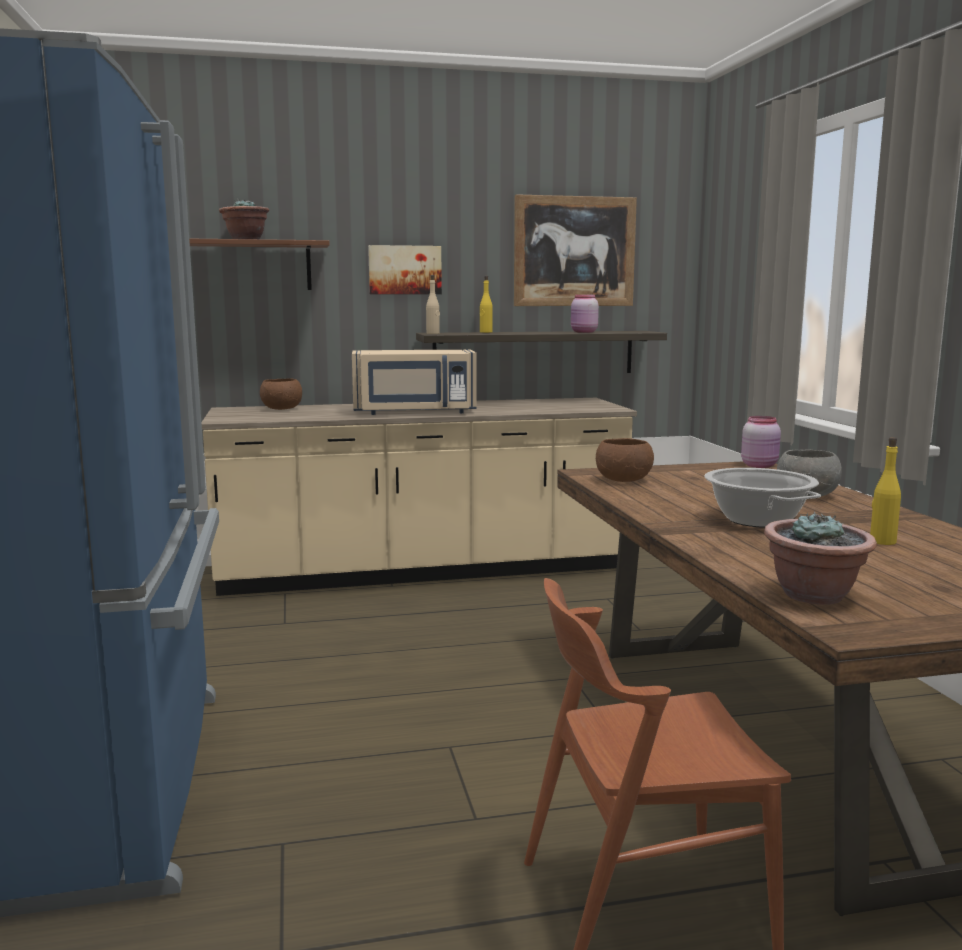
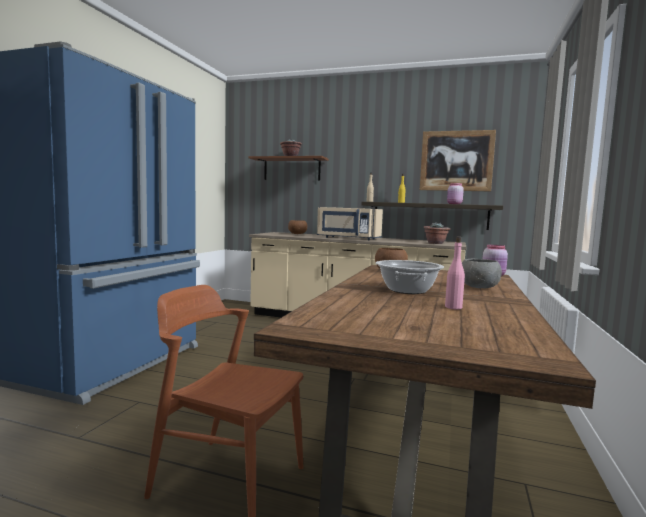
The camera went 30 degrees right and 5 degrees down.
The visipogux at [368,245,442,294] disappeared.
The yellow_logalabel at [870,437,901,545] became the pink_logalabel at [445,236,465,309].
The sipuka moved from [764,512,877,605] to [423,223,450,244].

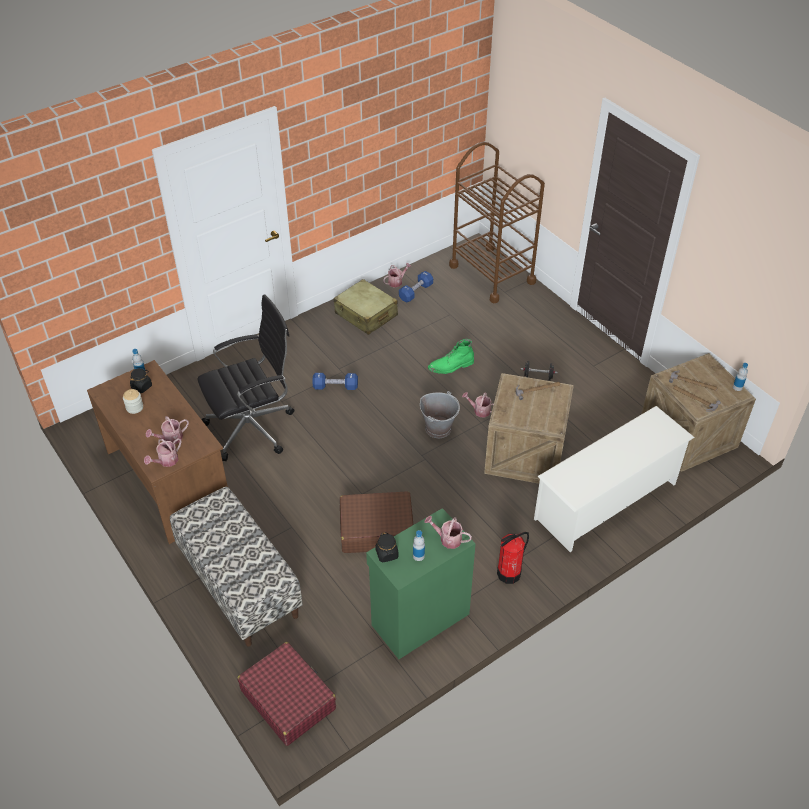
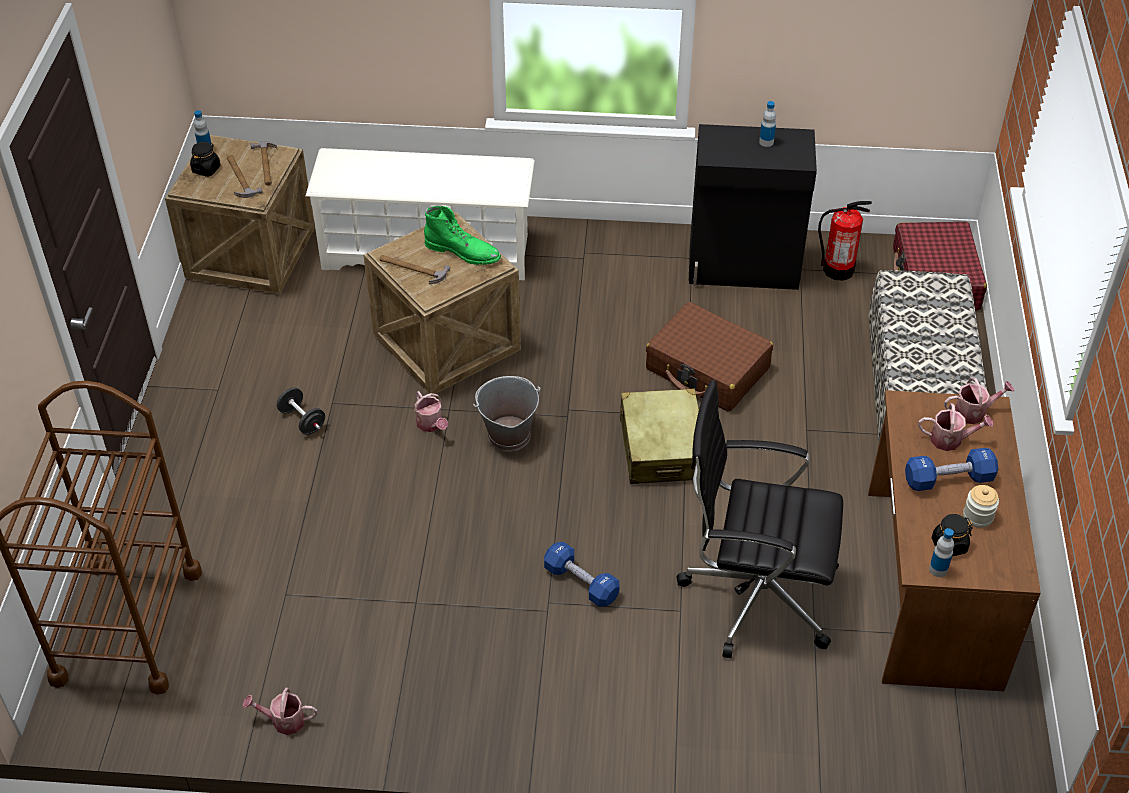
The camera went 140 degrees left and 0 degrees up.
The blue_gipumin moved from [399,271,433,302] to [905,448,998,491].
The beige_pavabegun moved from [334,279,398,335] to [620,389,699,484].
The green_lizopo moved from [428,339,474,374] to [424,206,501,265].
The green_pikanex at [366,508,476,659] became the black_pikanex at [689,124,817,290].
The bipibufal at [424,516,472,549] disappeared.
The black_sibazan moved from [375,532,399,563] to [190,141,221,177].
The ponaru moved from [497,532,529,584] to [818,201,872,281].

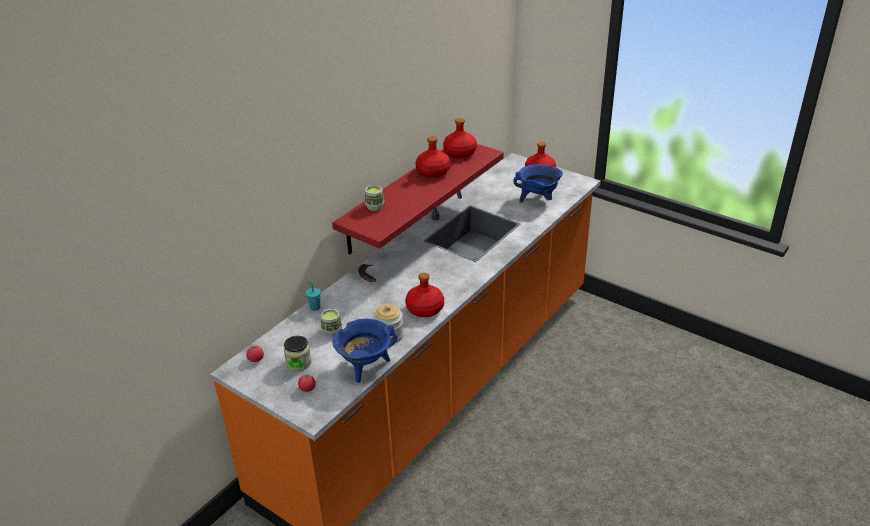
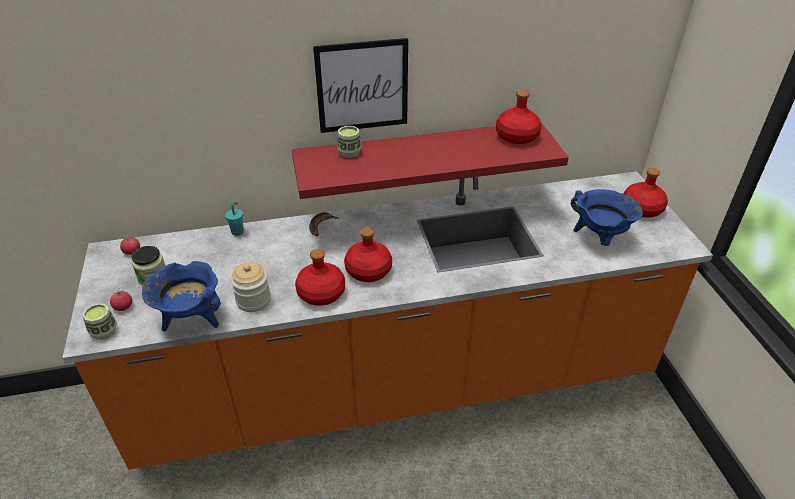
The camera went 40 degrees right and 5 degrees up.
The red_logalabel moved from [416,136,451,178] to [344,227,392,282].
The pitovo moved from [321,309,342,336] to [82,303,117,340].
The visipogux at [313,38,408,133] appeared.

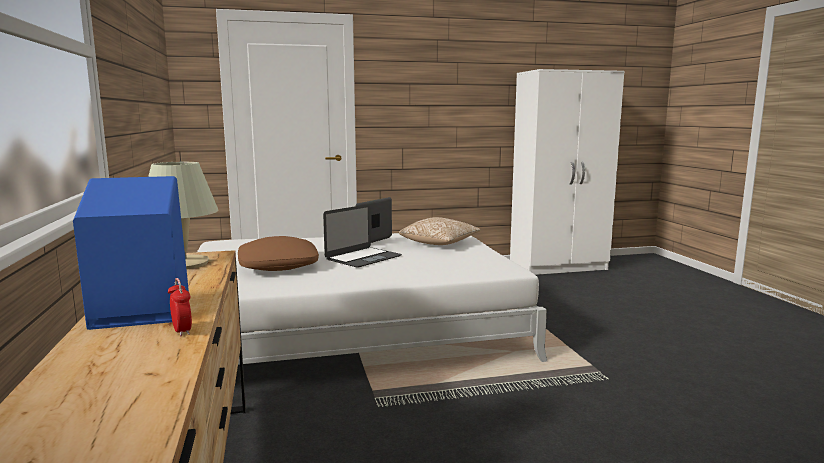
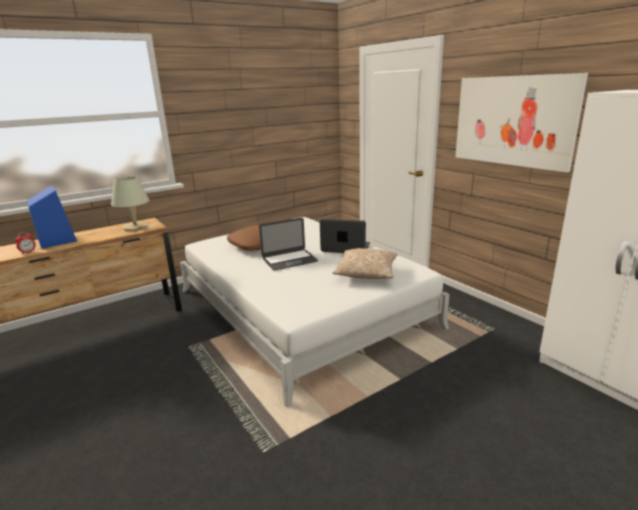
The camera went 70 degrees right and 10 degrees up.
The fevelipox at [323,204,402,268] turned 45 degrees counterclockwise.
The visipogux at [455,73,588,172] appeared.

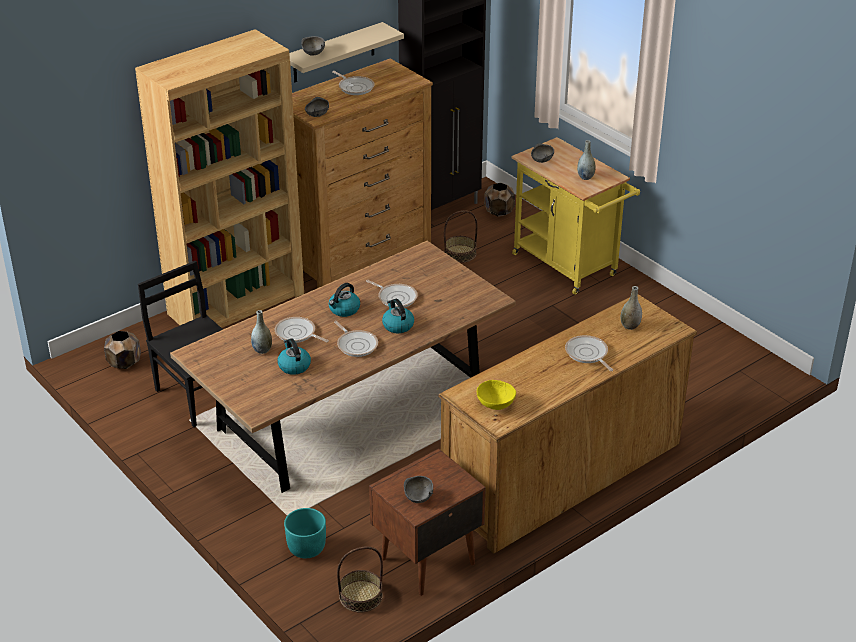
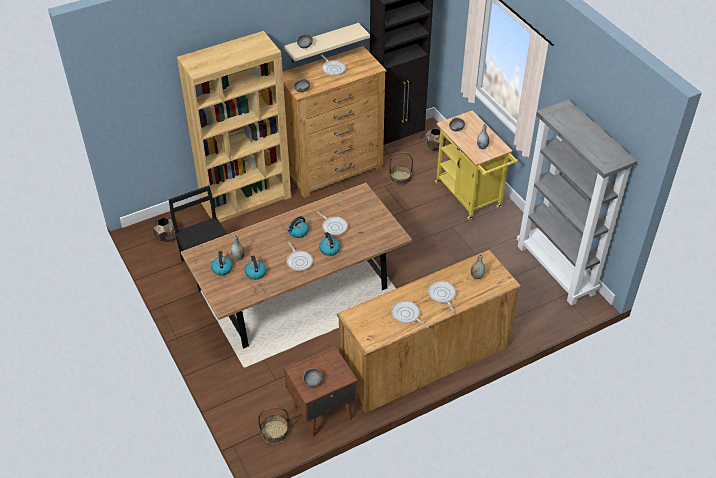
The camera went 10 degrees right and 10 degrees up.
The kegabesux moved from [275,317,329,343] to [391,300,429,328].
The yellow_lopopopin at [477,380,516,410] disappeared.
The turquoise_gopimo at [284,508,326,558] disappeared.
The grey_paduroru at [517,99,638,306] appeared.
The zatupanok at [211,251,233,275] appeared.

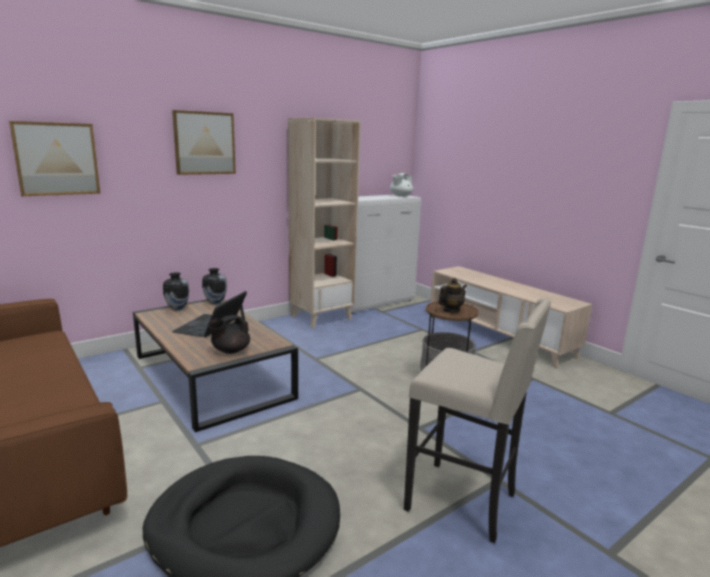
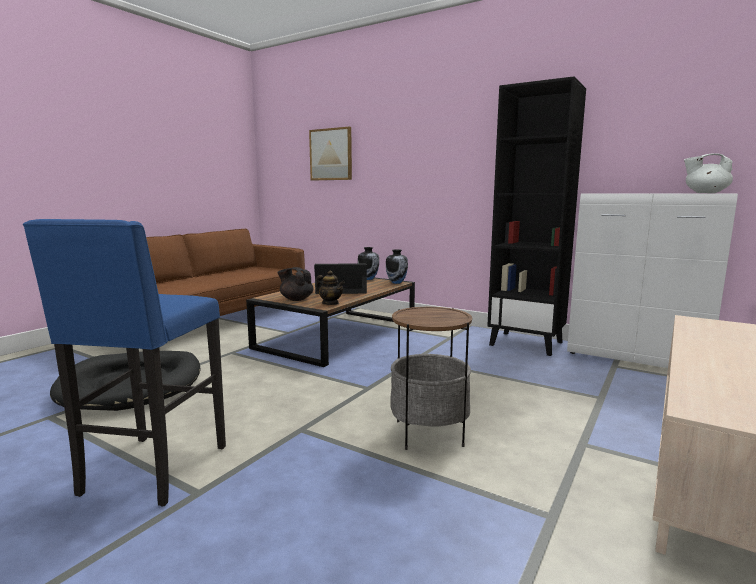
The camera went 70 degrees right and 5 degrees down.
The visipogux at [172,110,236,175] disappeared.
The beige_paduroru at [288,118,361,329] became the black_paduroru at [487,76,586,356].
The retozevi moved from [438,278,467,313] to [316,270,345,305].
The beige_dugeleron at [404,298,552,544] became the blue_dugeleron at [23,219,226,507].

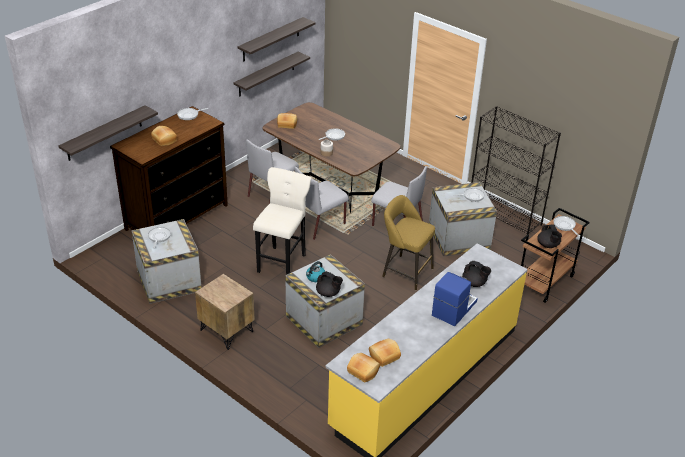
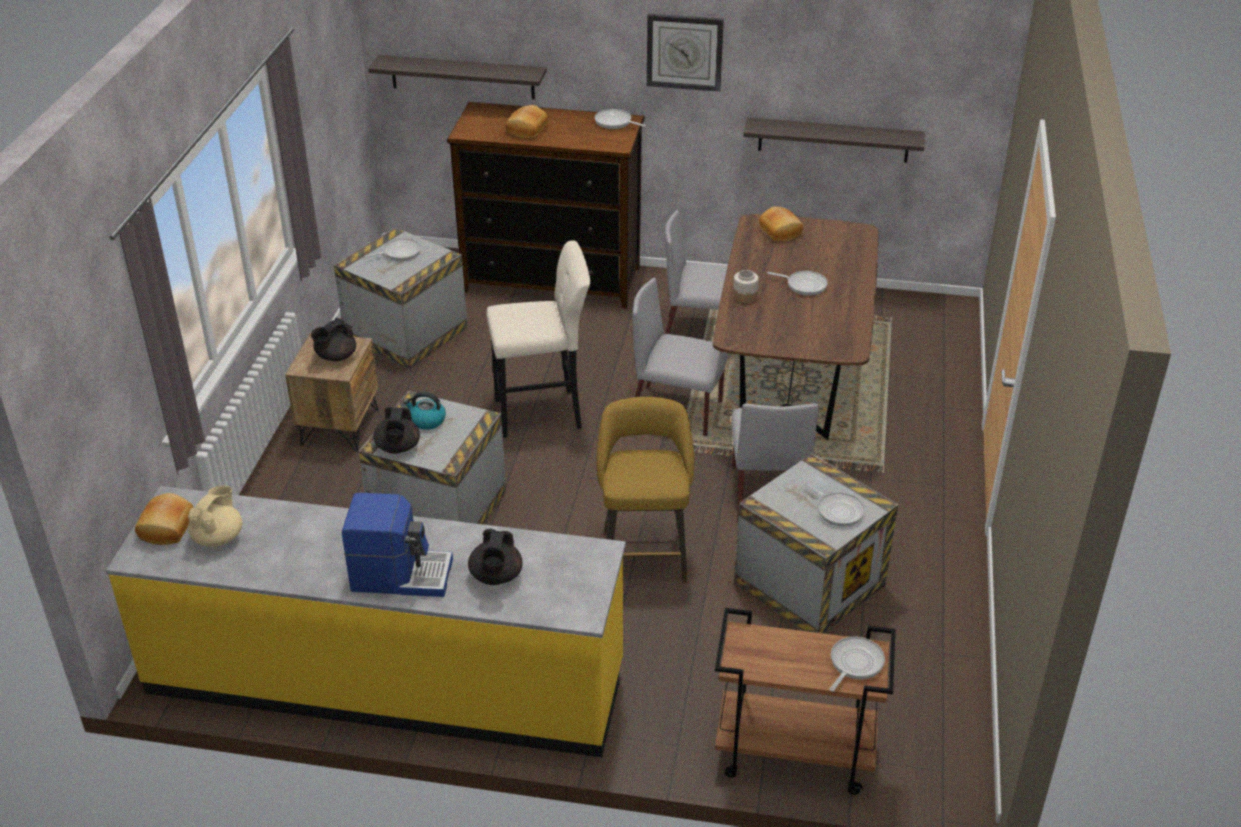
The camera went 60 degrees right and 0 degrees up.
The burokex at [238,17,315,61] disappeared.
The black_paduroru at [471,106,561,235] disappeared.
The black_retozevi moved from [537,224,562,248] to [311,318,356,361].
The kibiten at [369,339,401,367] was replaced by the beige_retozevi at [188,486,242,547].
The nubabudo at [647,14,724,92] appeared.

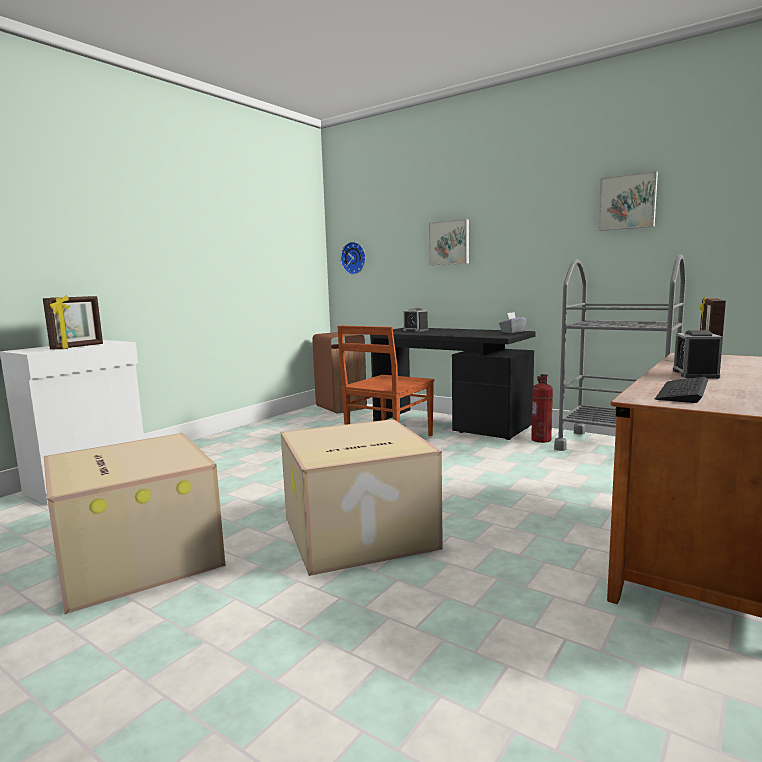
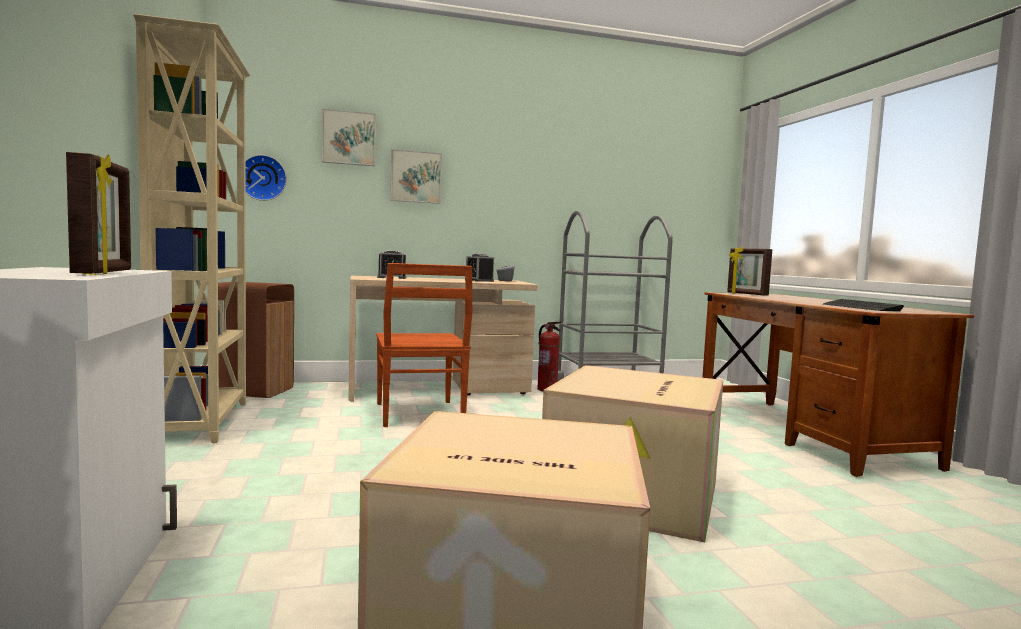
The camera went 50 degrees left and 5 degrees down.
The visipogux moved from [598,171,658,231] to [322,109,376,166].
The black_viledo at [370,328,536,440] became the beige_viledo at [348,276,538,401].
The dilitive moved from [673,330,723,379] to [466,254,494,282].
The beige_paduroru at [133,14,250,443] appeared.

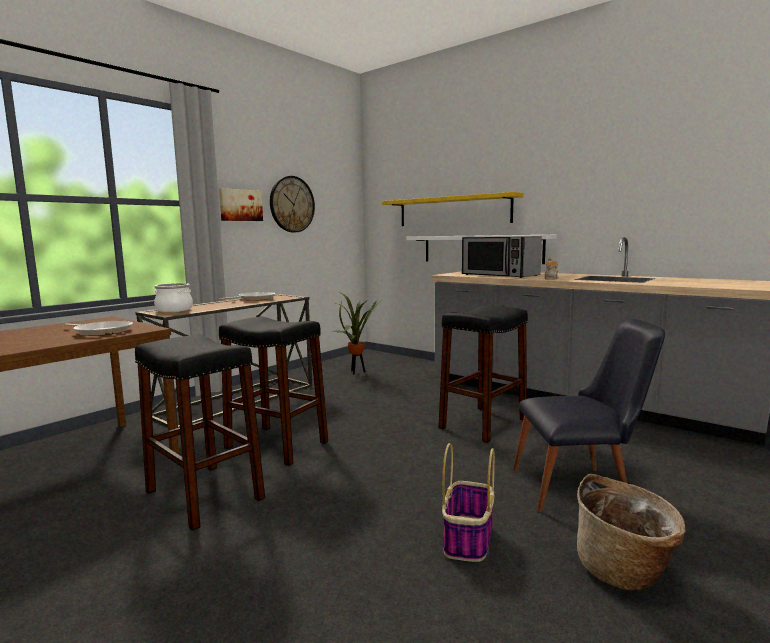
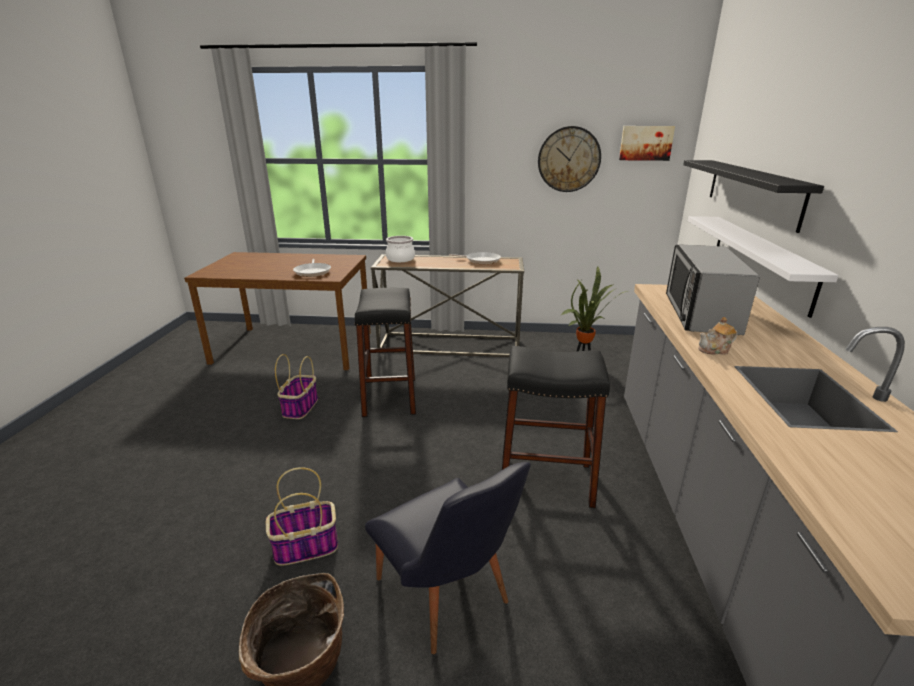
The camera went 55 degrees right and 15 degrees up.
The visipogux moved from [219,188,263,221] to [619,126,675,161].
The yellow_burokex at [382,192,524,226] became the black_burokex at [683,160,824,233].
The black_dugeleron at [135,335,265,531] was replaced by the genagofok at [275,354,318,419].

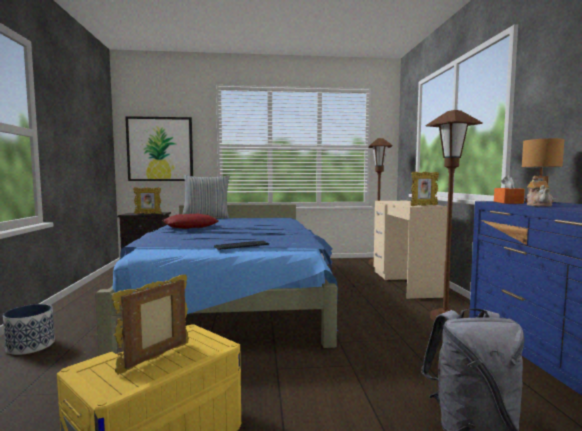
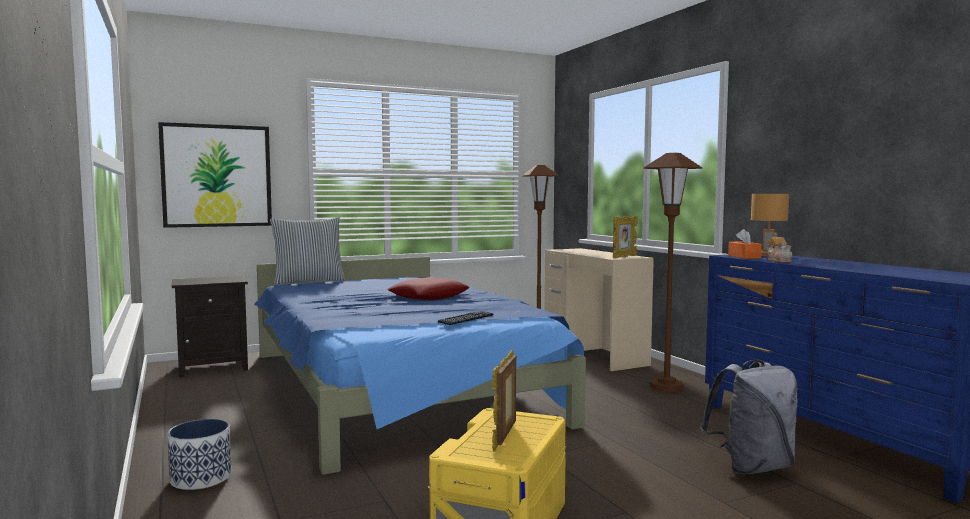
The camera went 20 degrees left and 0 degrees up.
The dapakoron at [133,187,162,214] disappeared.
The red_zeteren moved from [162,214,218,229] to [387,277,469,300].

